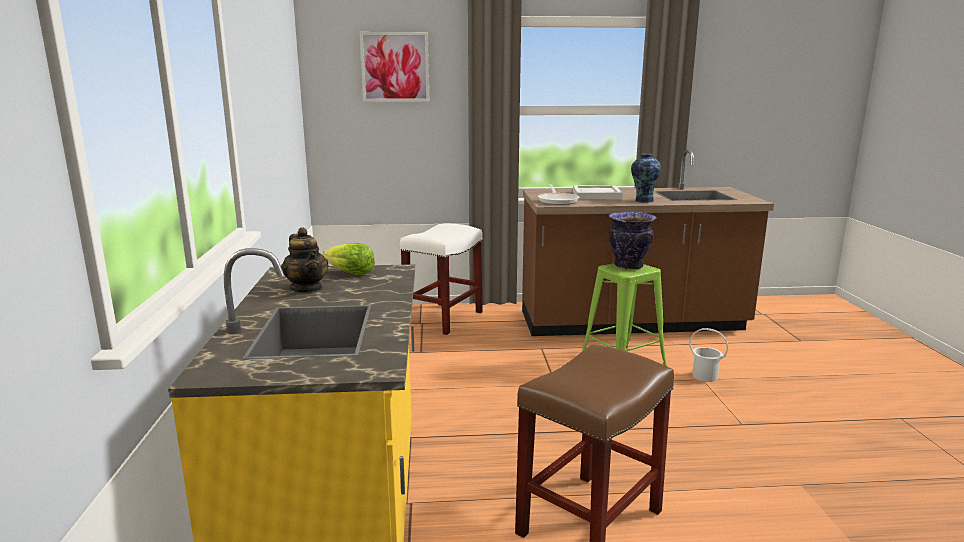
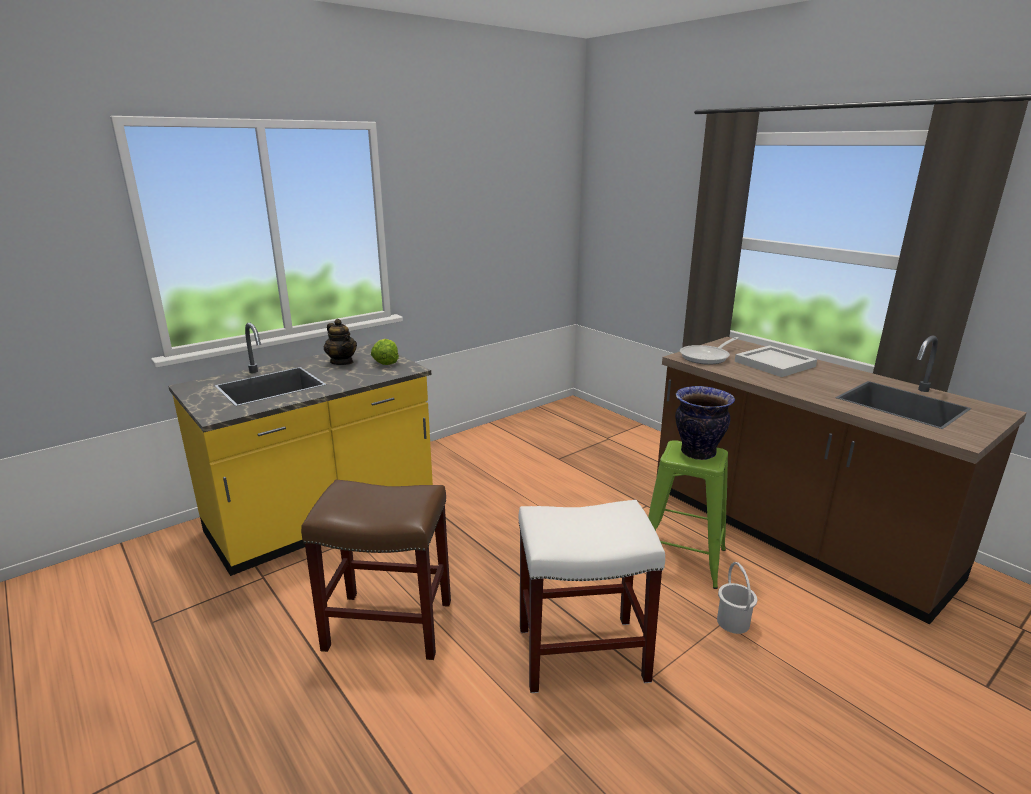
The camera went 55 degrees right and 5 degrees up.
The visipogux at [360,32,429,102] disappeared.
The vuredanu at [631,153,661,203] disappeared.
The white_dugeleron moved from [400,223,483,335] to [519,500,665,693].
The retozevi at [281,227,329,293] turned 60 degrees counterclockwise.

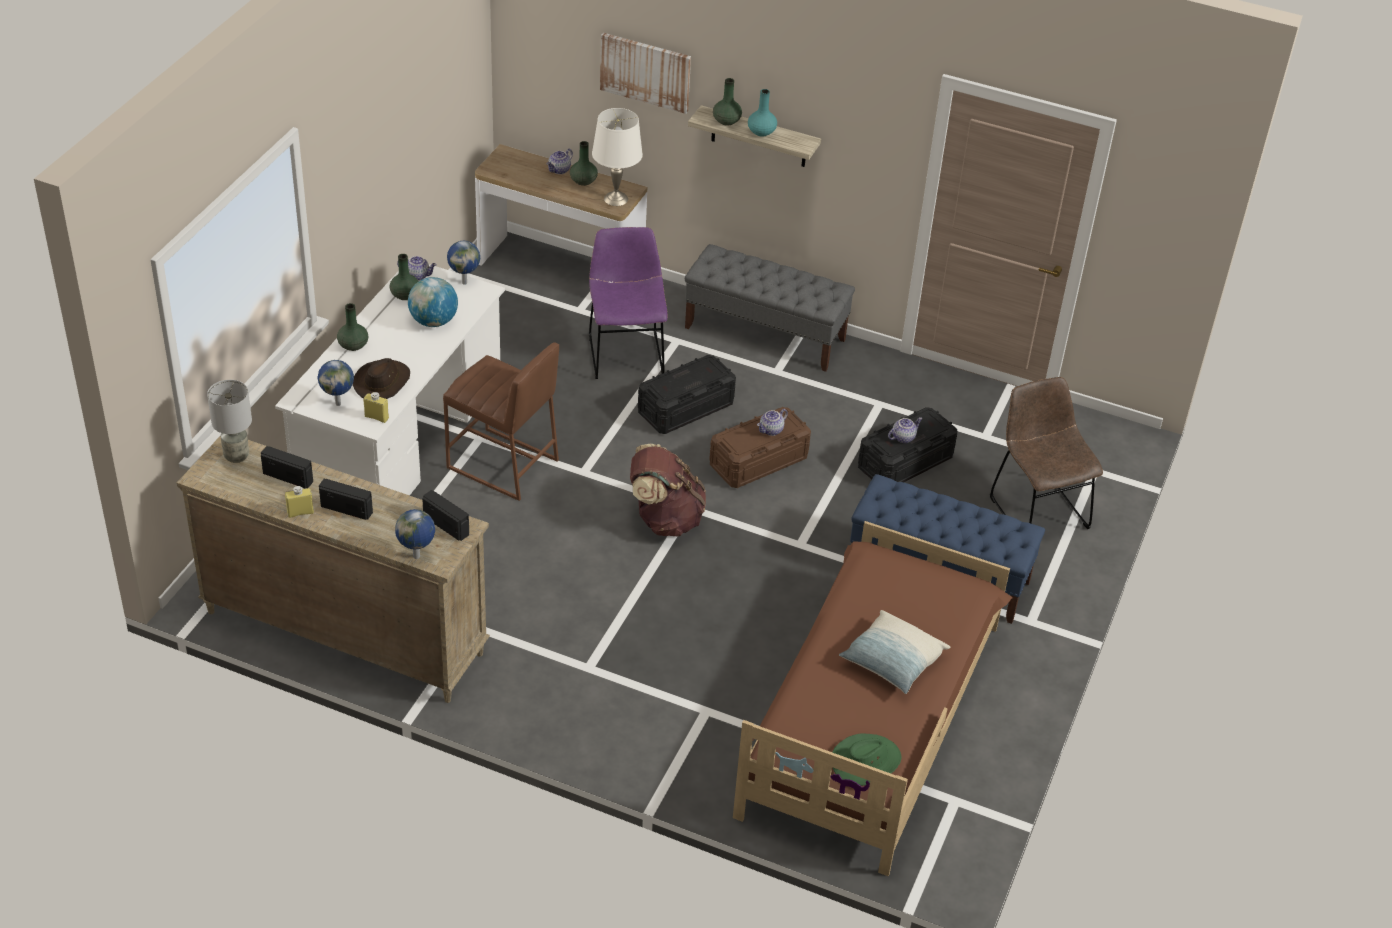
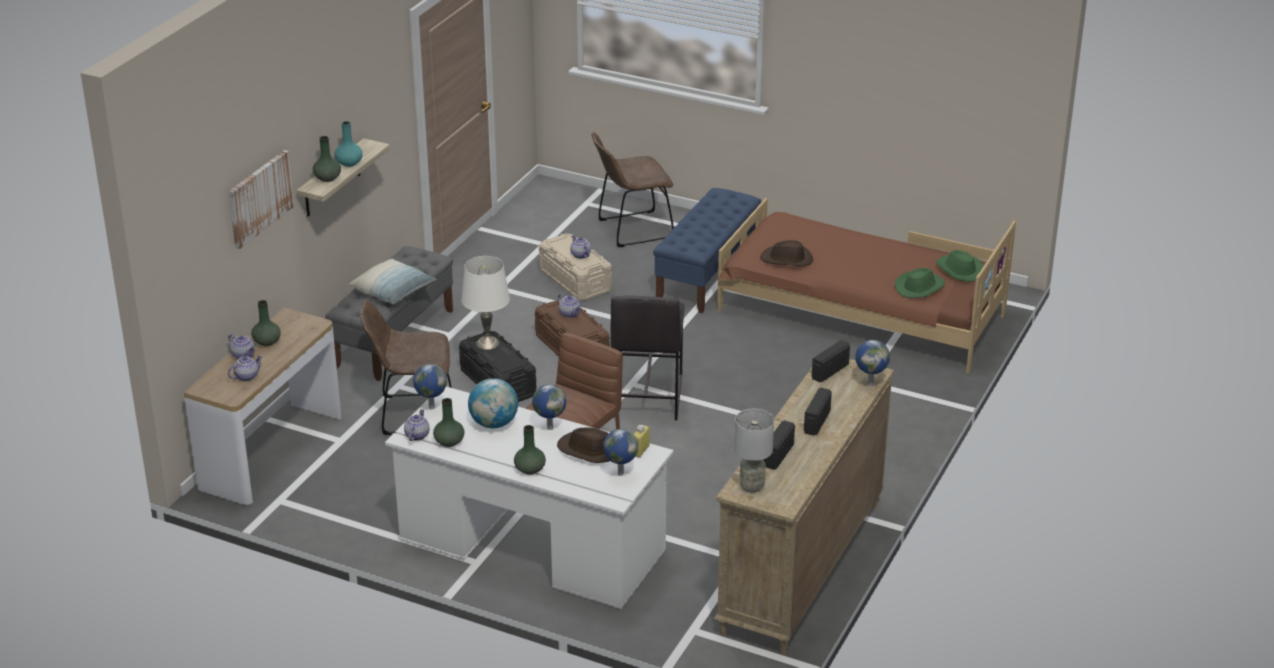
The camera went 85 degrees left and 10 degrees down.
The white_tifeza moved from [592,108,643,206] to [461,256,510,350].
The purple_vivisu at [589,227,668,379] became the brown_vivisu at [361,300,451,435].
The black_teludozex at [858,407,957,482] became the beige_teludozex at [539,234,612,301].
The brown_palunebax at [630,444,706,536] was replaced by the grey_dugeleron at [610,296,685,420].
The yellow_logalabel at [285,486,314,518] disappeared.
The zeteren moved from [839,610,951,694] to [349,259,436,304].
The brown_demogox at [760,240,813,267] appeared.
The green_demogox at [895,268,945,298] appeared.
The retozevi at [228,355,263,381] appeared.
The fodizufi at [532,384,566,430] appeared.

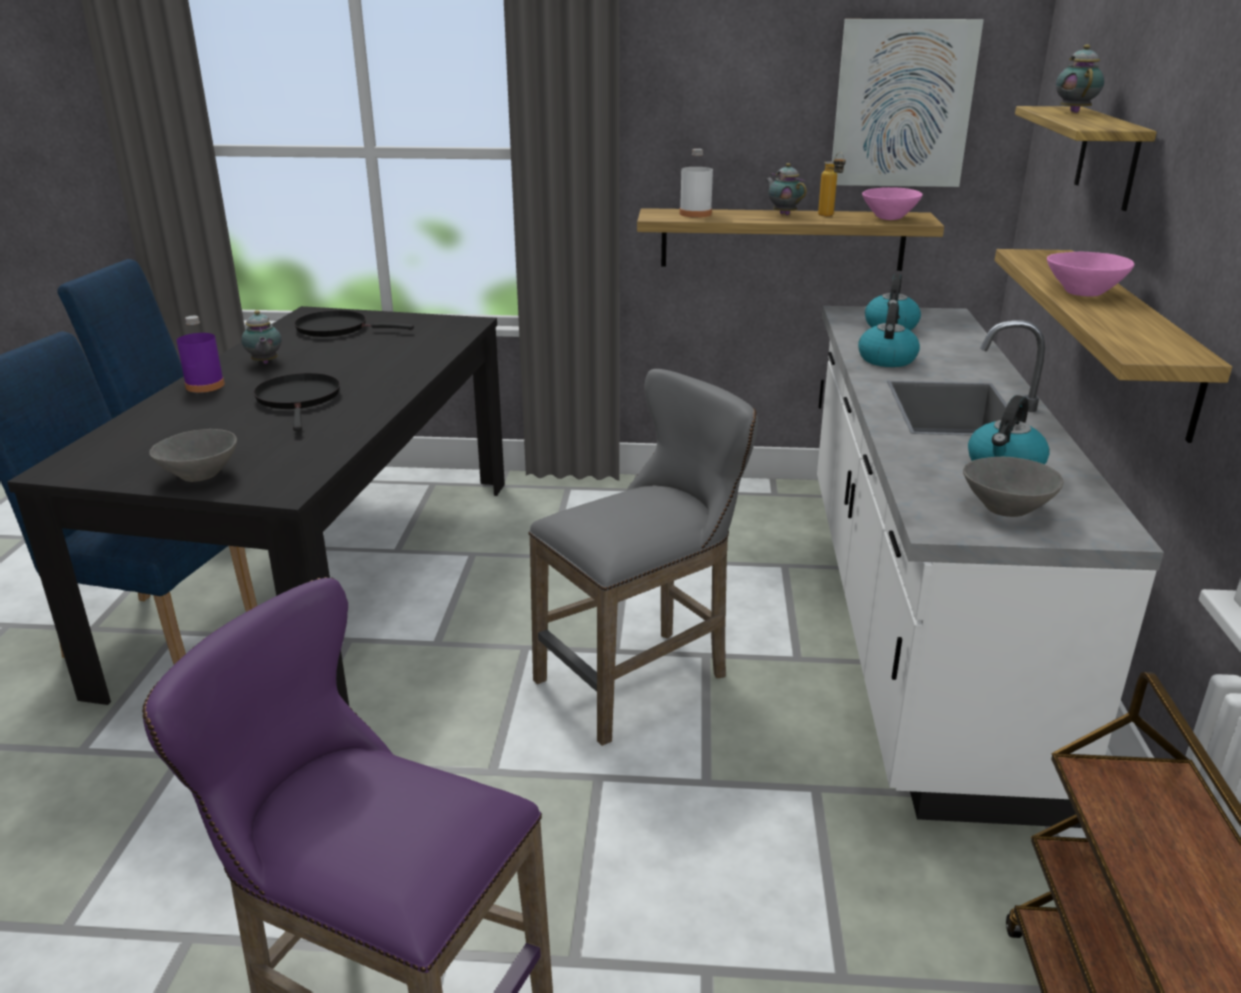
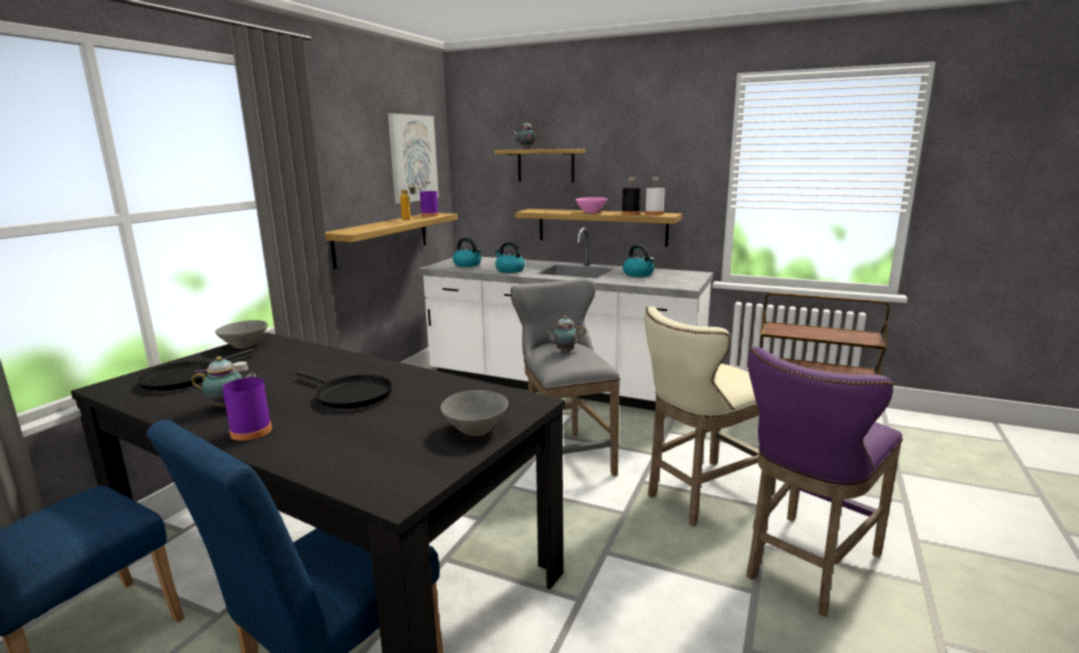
The camera went 70 degrees left and 10 degrees down.
The white_logalabel moved from [680,149,713,218] to [645,177,665,215].
The retozevi moved from [765,163,807,215] to [543,316,586,352].
The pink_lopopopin at [862,187,923,220] was replaced by the purple_logalabel at [420,181,439,217].
The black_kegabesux at [253,373,340,431] turned 150 degrees counterclockwise.
The grey_lopopopin moved from [963,457,1064,517] to [215,320,268,349].
The black_logalabel at [622,177,641,215] appeared.
The beige_dugeleron at [645,306,776,527] appeared.

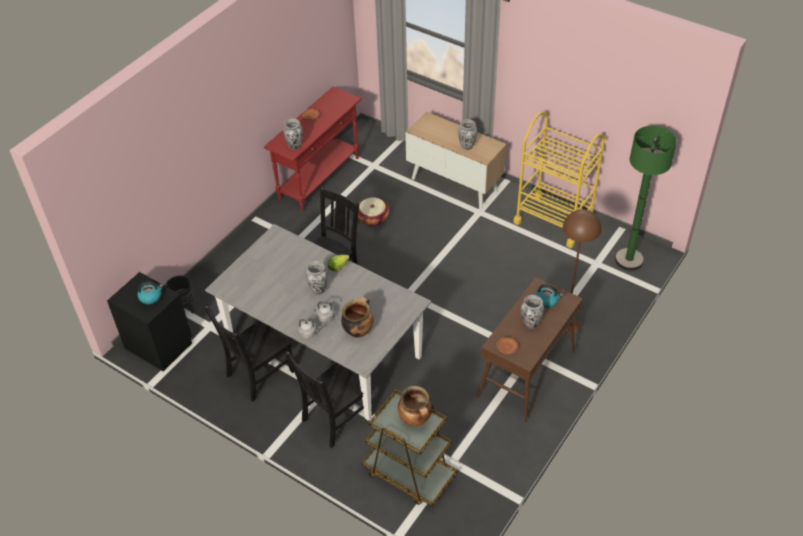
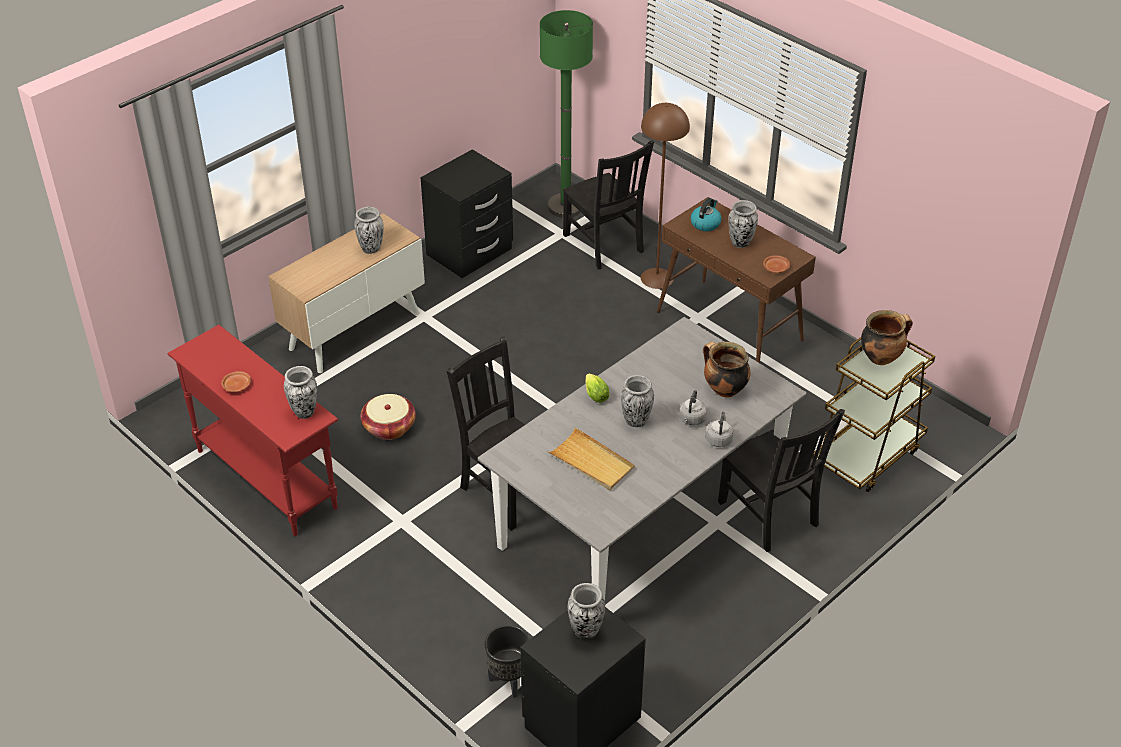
The camera went 80 degrees left and 5 degrees down.
The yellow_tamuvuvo at [513,112,605,248] was replaced by the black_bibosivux at [421,149,513,278].
The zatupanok at [137,281,163,304] was replaced by the vuredanu at [568,583,605,639].
The black_vivisu moved from [204,306,294,402] to [563,140,654,270].
The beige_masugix at [547,427,635,490] appeared.

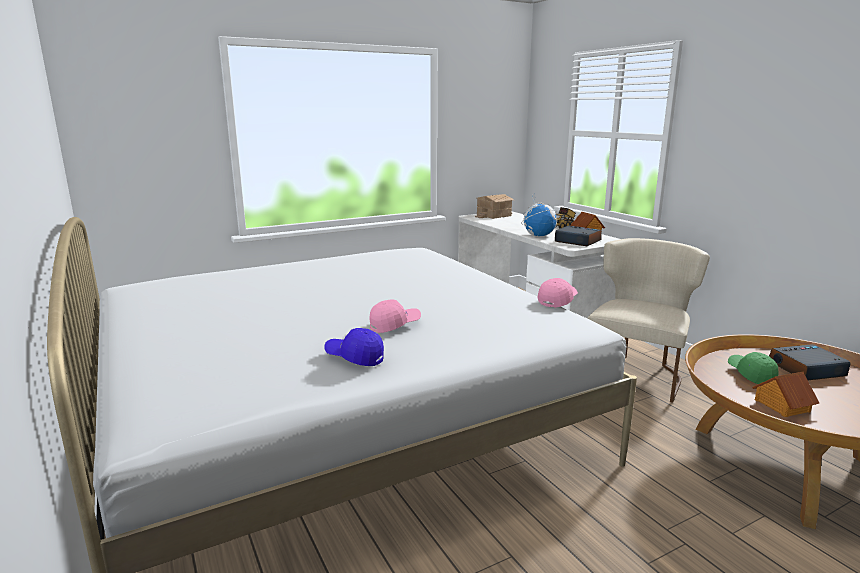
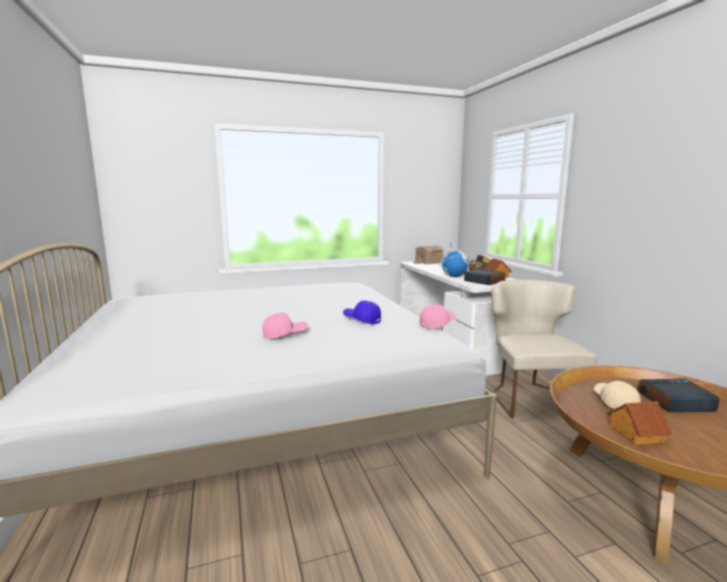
The camera went 10 degrees right and 5 degrees down.
The beige_vivisu at [588,238,710,403] turned 45 degrees counterclockwise.
The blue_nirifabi moved from [324,328,384,366] to [343,300,381,325].
The green_nirifabi at [728,352,778,384] became the beige_nirifabi at [594,381,641,409].

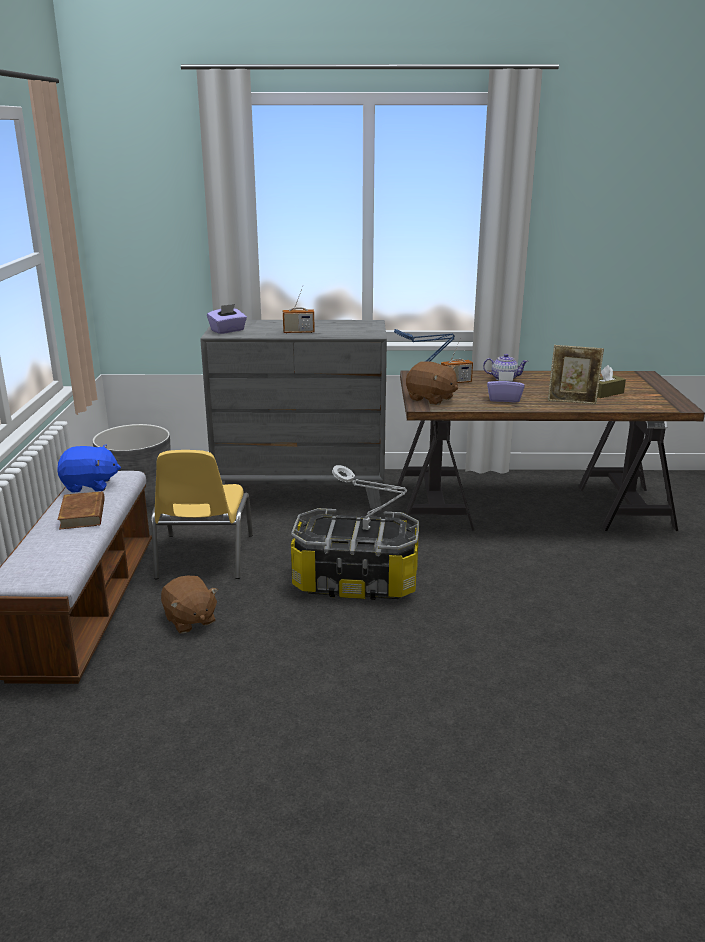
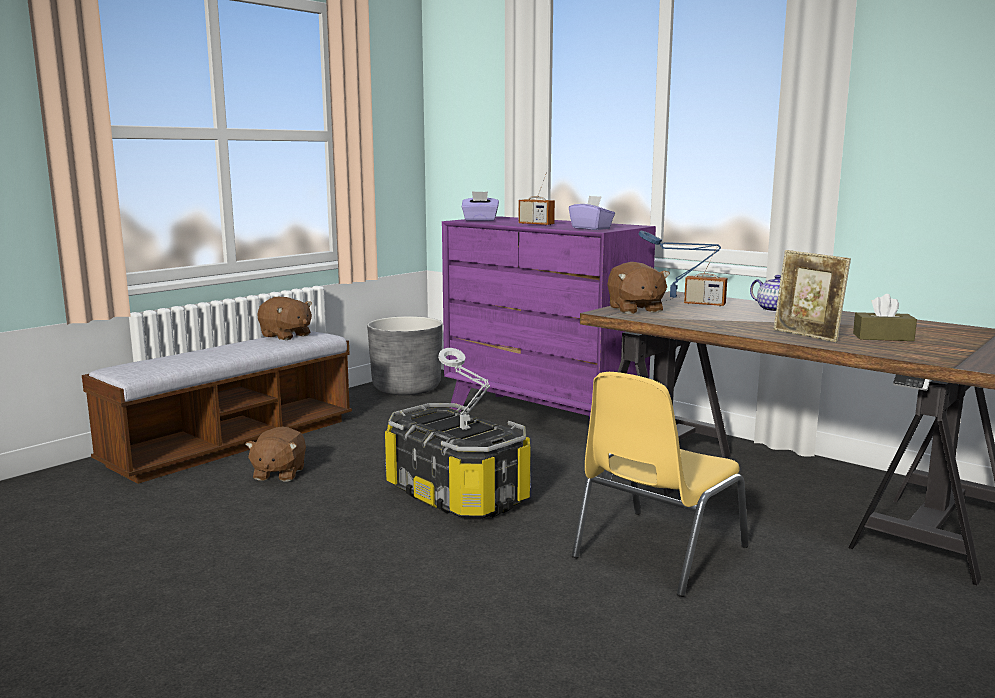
The camera went 40 degrees right and 10 degrees down.
The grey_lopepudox at [200,320,387,511] became the purple_lopepudox at [442,216,656,422].
The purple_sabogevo moved from [487,371,525,402] to [569,196,615,230].
The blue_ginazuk at [57,445,121,493] became the brown_ginazuk at [257,297,312,340].
The yellow_vivisu moved from [151,450,253,579] to [572,372,749,597].
The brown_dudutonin at [58,491,105,530] disappeared.

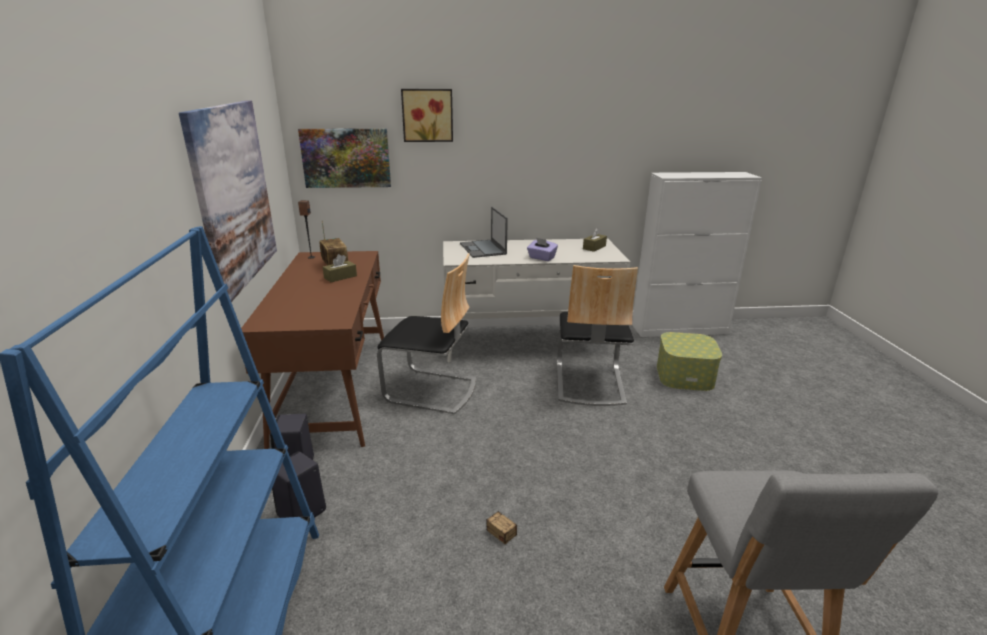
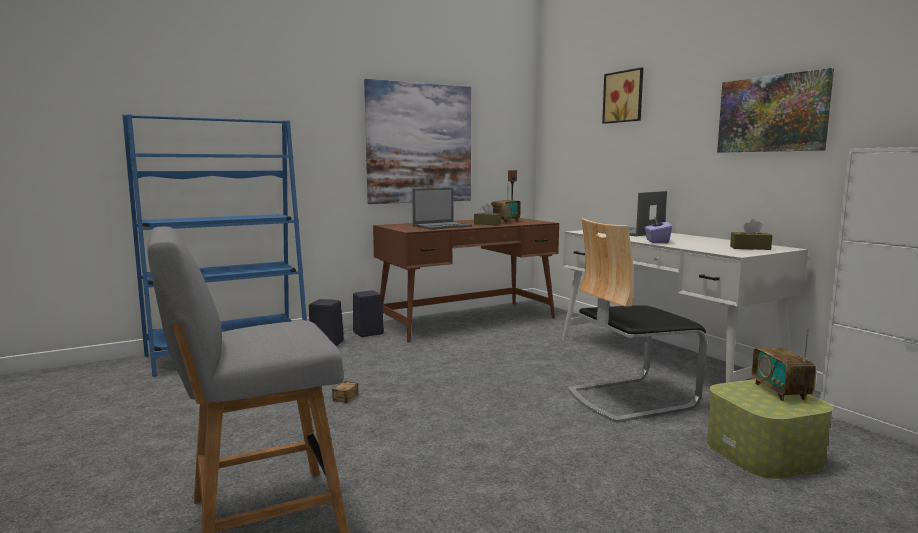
The camera went 65 degrees right and 15 degrees down.
The visipogux moved from [298,129,391,188] to [717,68,834,153].
The vivisu at [377,253,476,414] disappeared.
The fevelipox at [412,188,472,229] appeared.
The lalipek at [752,329,816,401] appeared.

